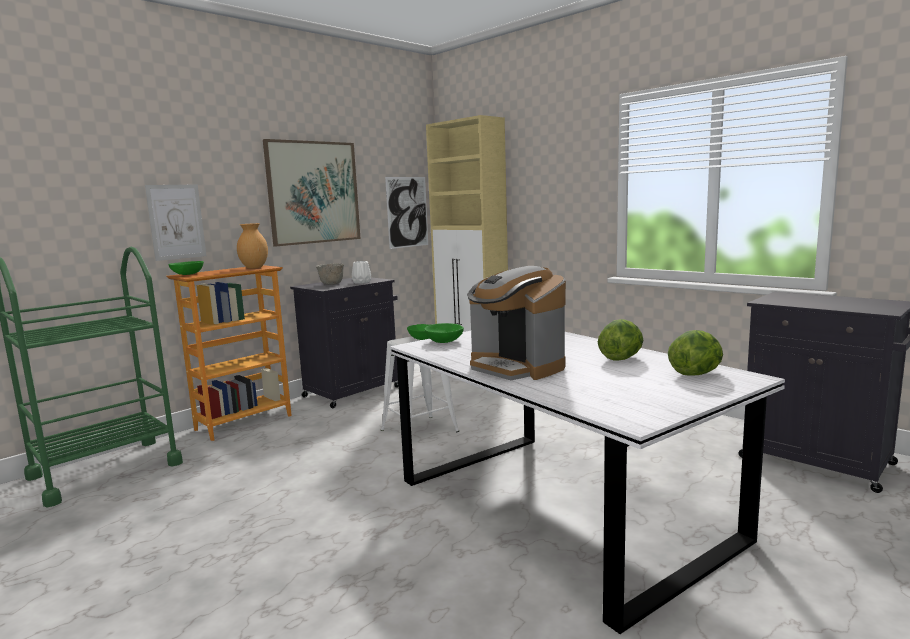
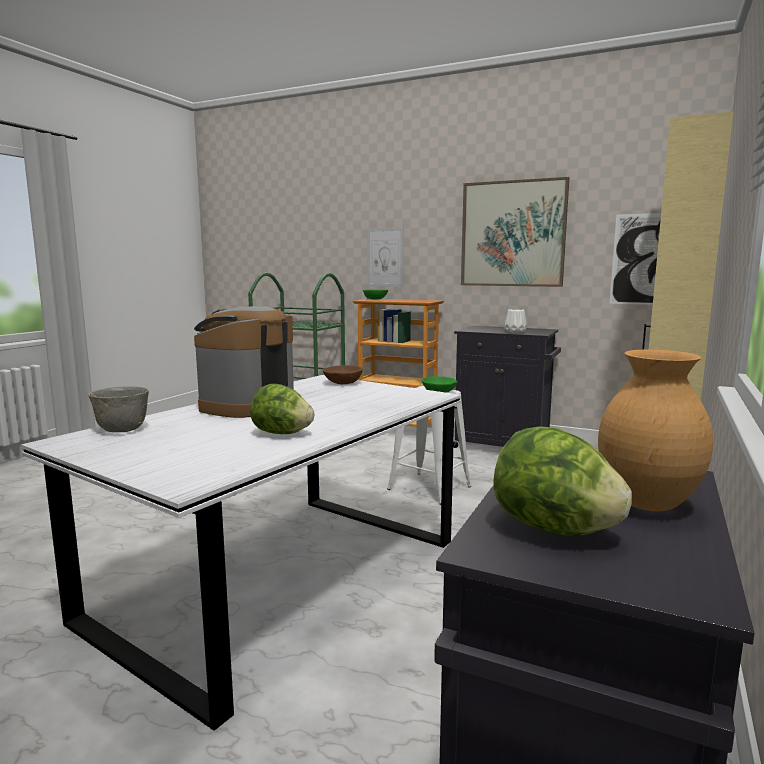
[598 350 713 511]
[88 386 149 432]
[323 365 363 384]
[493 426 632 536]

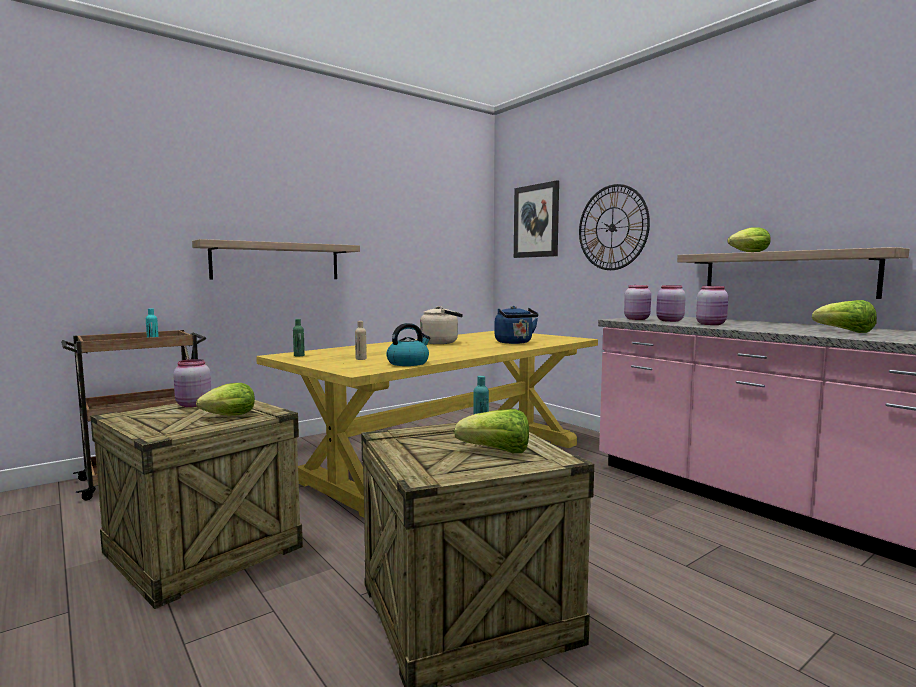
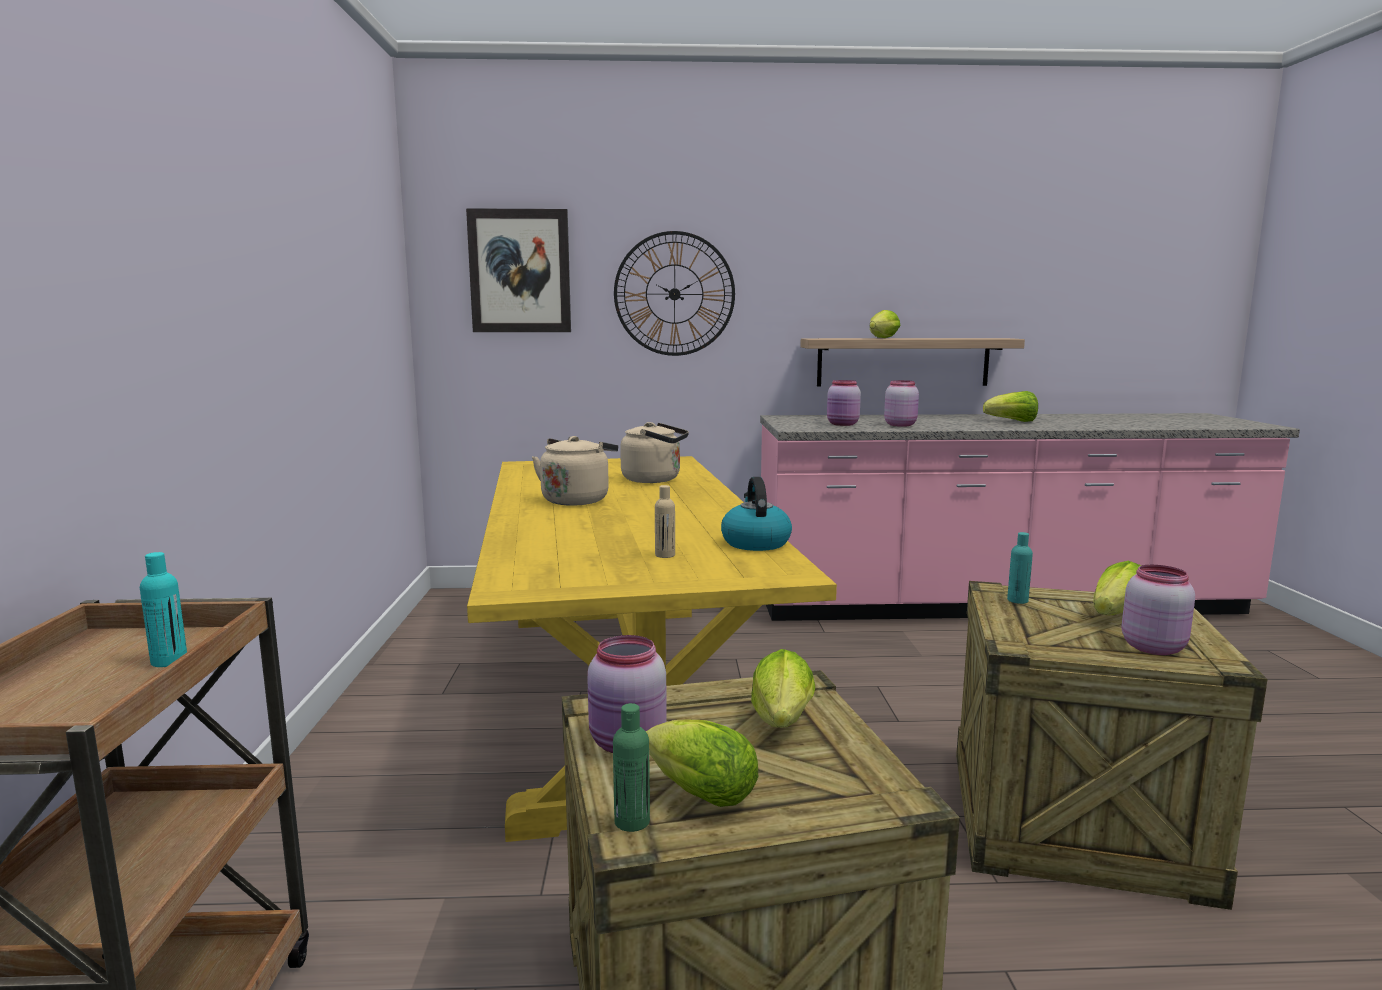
[192 239 360 279] (first image)
[613 703 650 832]
[620 422 689 483]
[1122 565 1195 655]
[646 720 758 807]

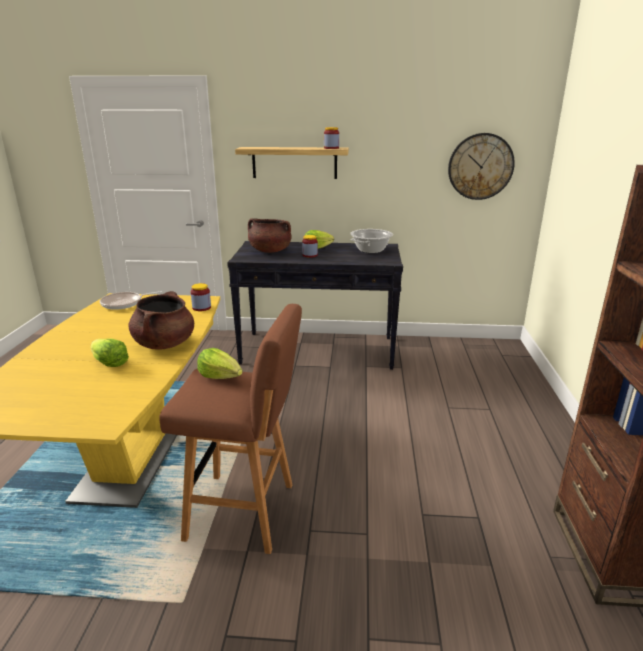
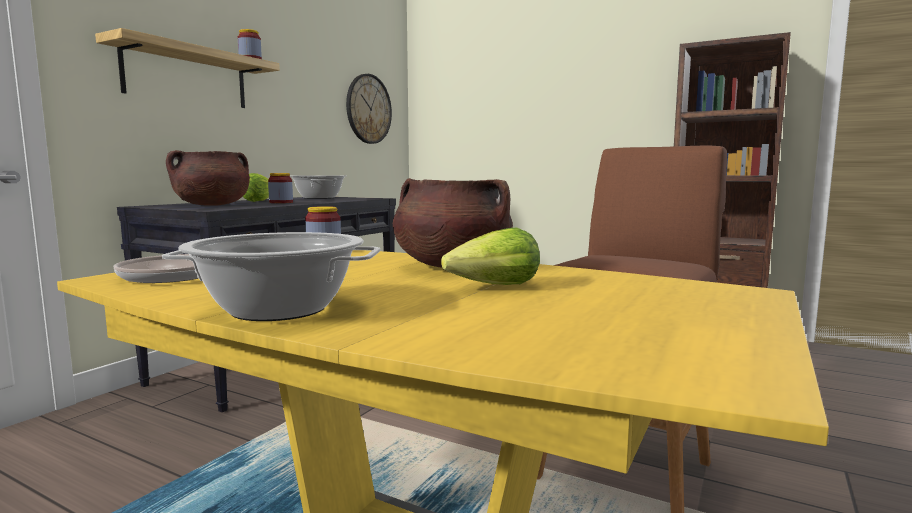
[197 348 242 379] (first image)
[162 232 380 321]

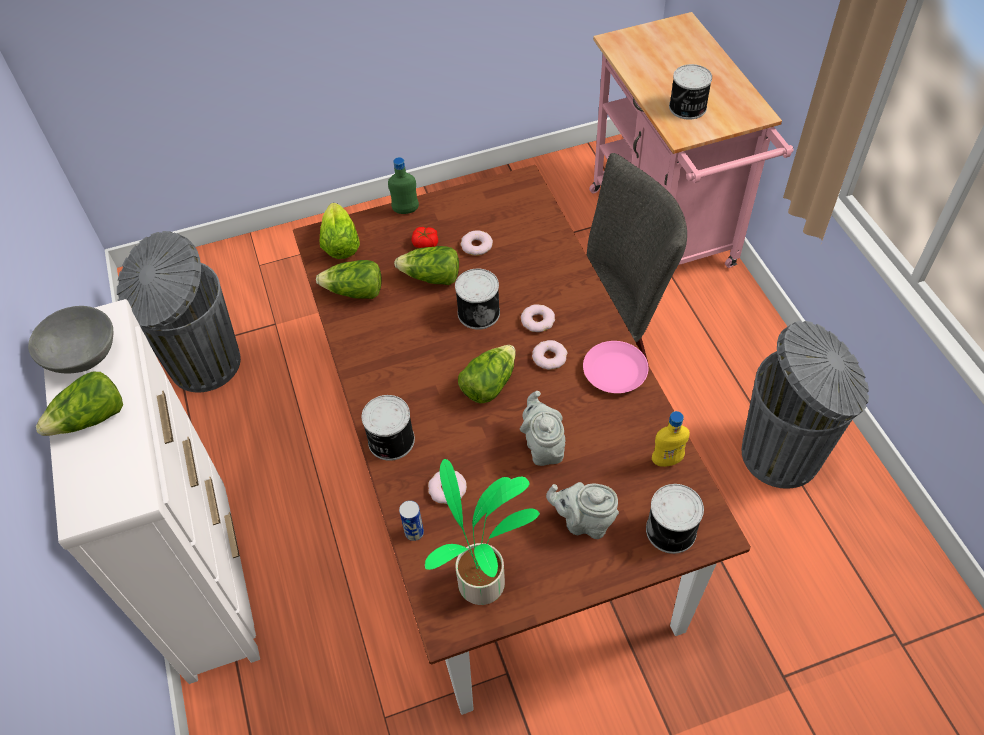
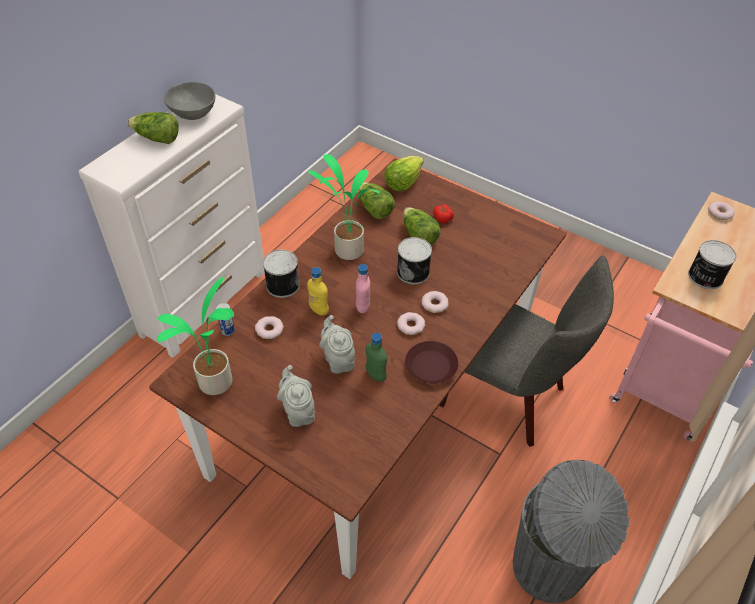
[117 231 241 393] (first image)
[366 333 387 382]
[356 264 370 314]
[708 201 735 220]
[319 315 355 374]
[405 341 459 384]
[646 484 704 554] (first image)
[307 267 329 316]
[308 154 380 260]

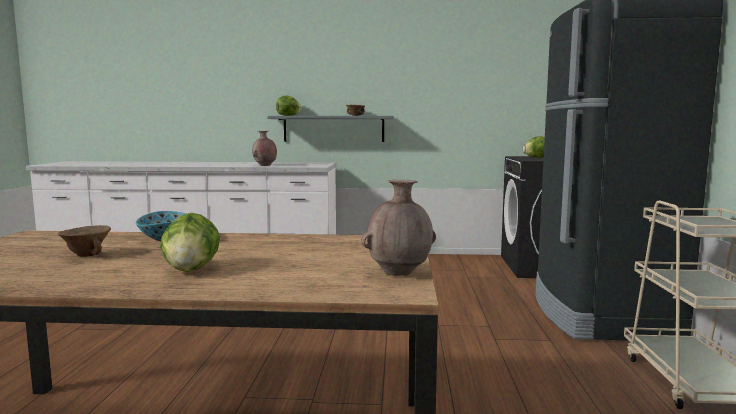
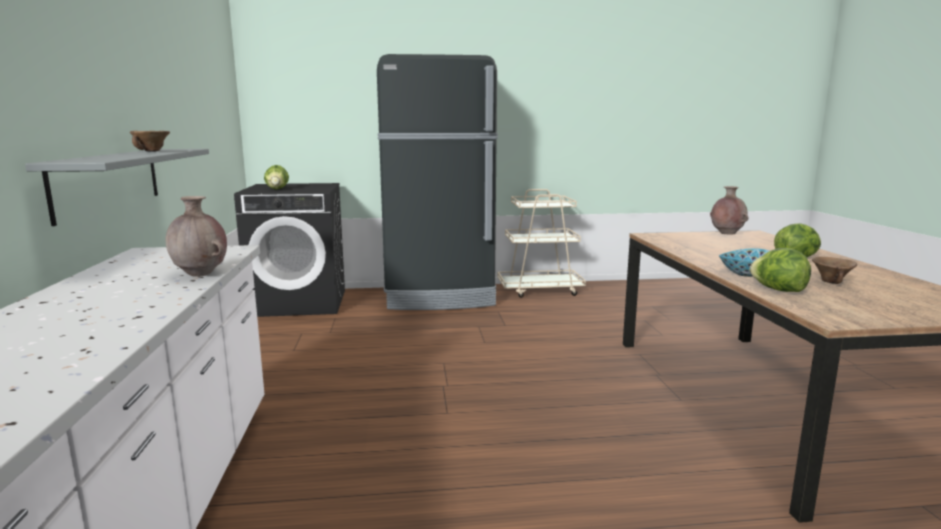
[750 248 811 292]

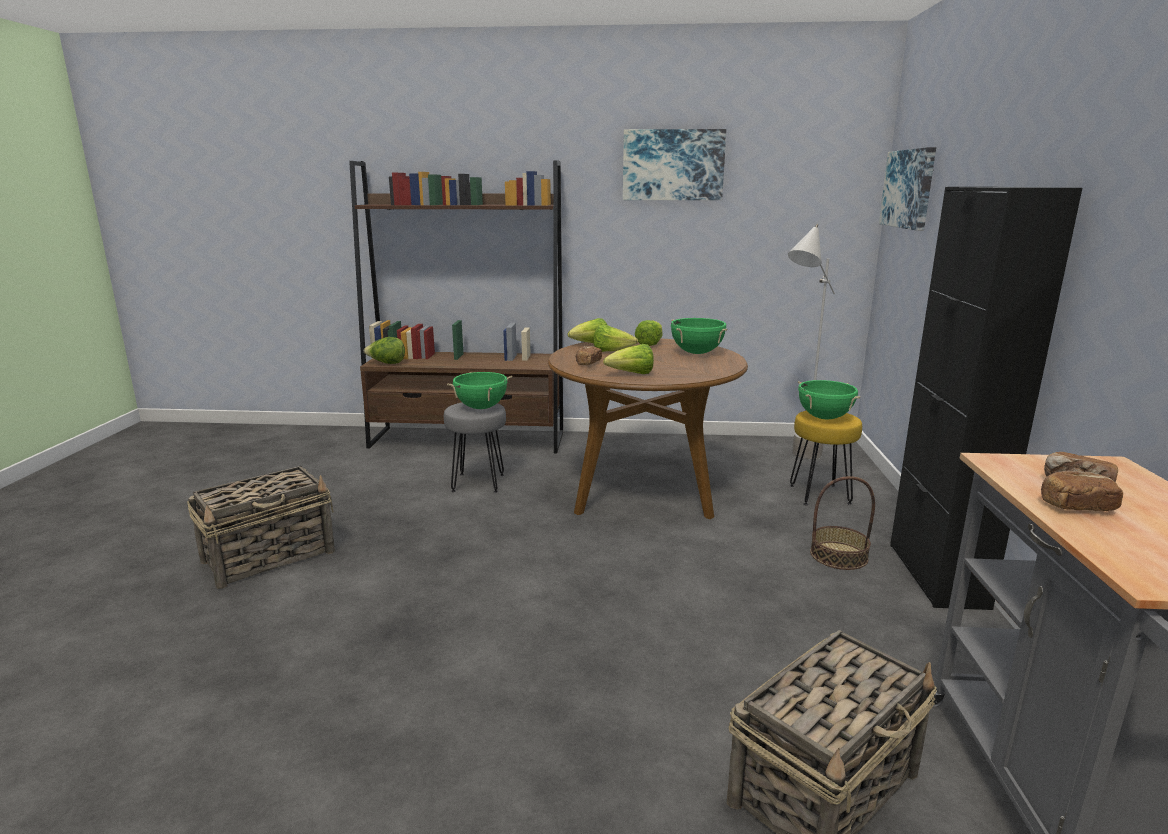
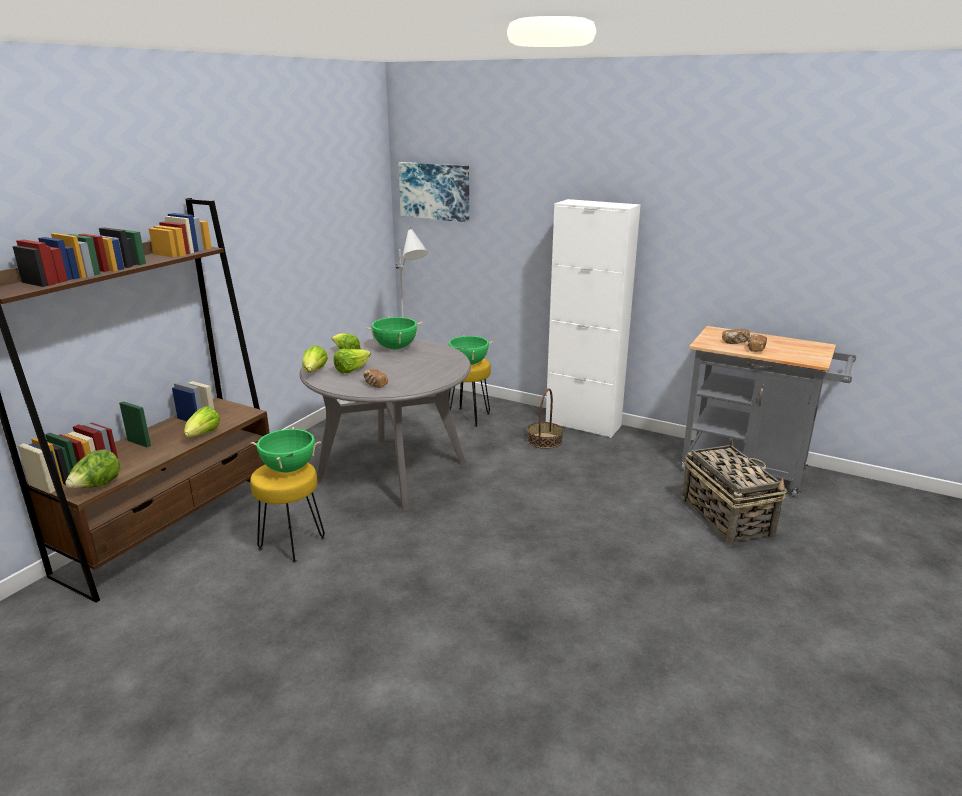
[187 466 335 589] (first image)
[250 462 325 562]
[300 339 471 511]
[184 406 220 437]
[623 129 726 200] (first image)
[546 199 641 438]

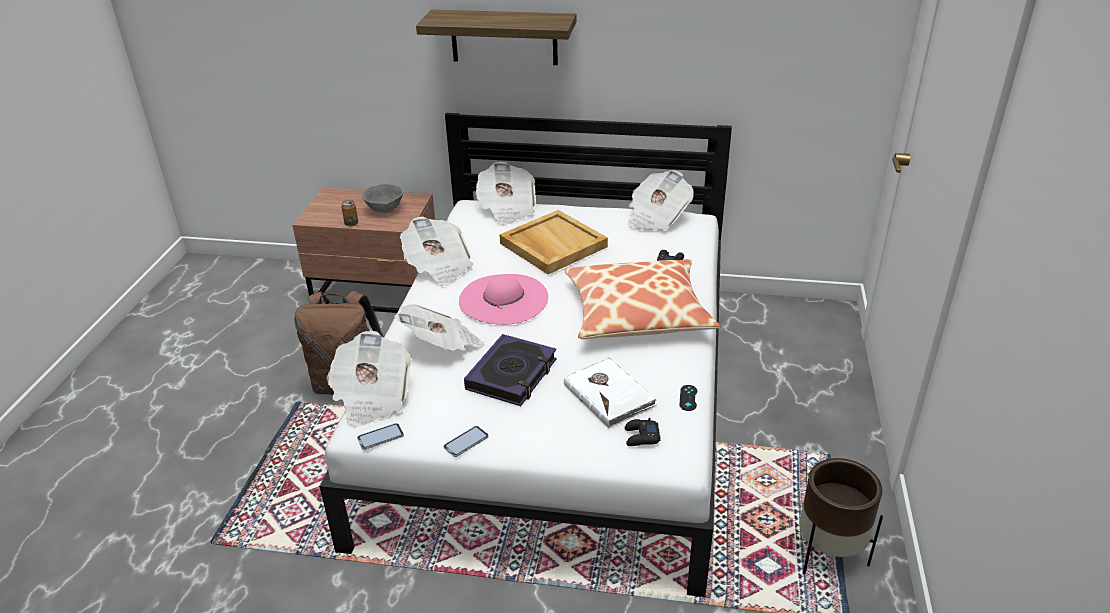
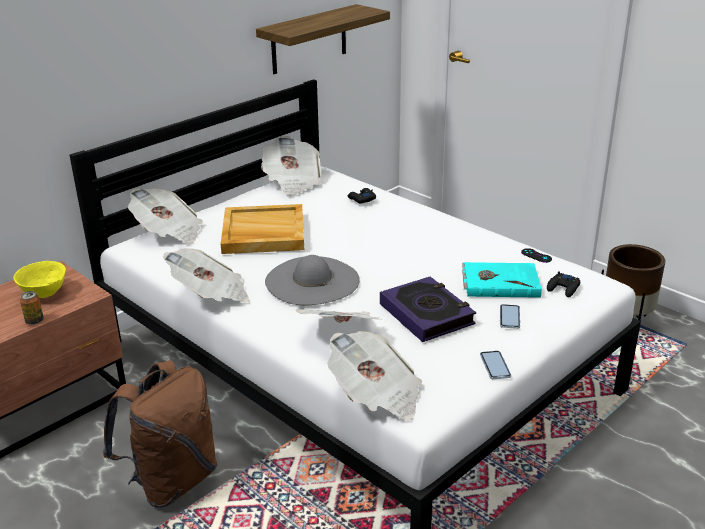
[500 304 520 329]
[13 261 66 298]
[256 4 390 74]
[265 255 360 305]
[462 262 542 298]
[565 259 720 339] (first image)

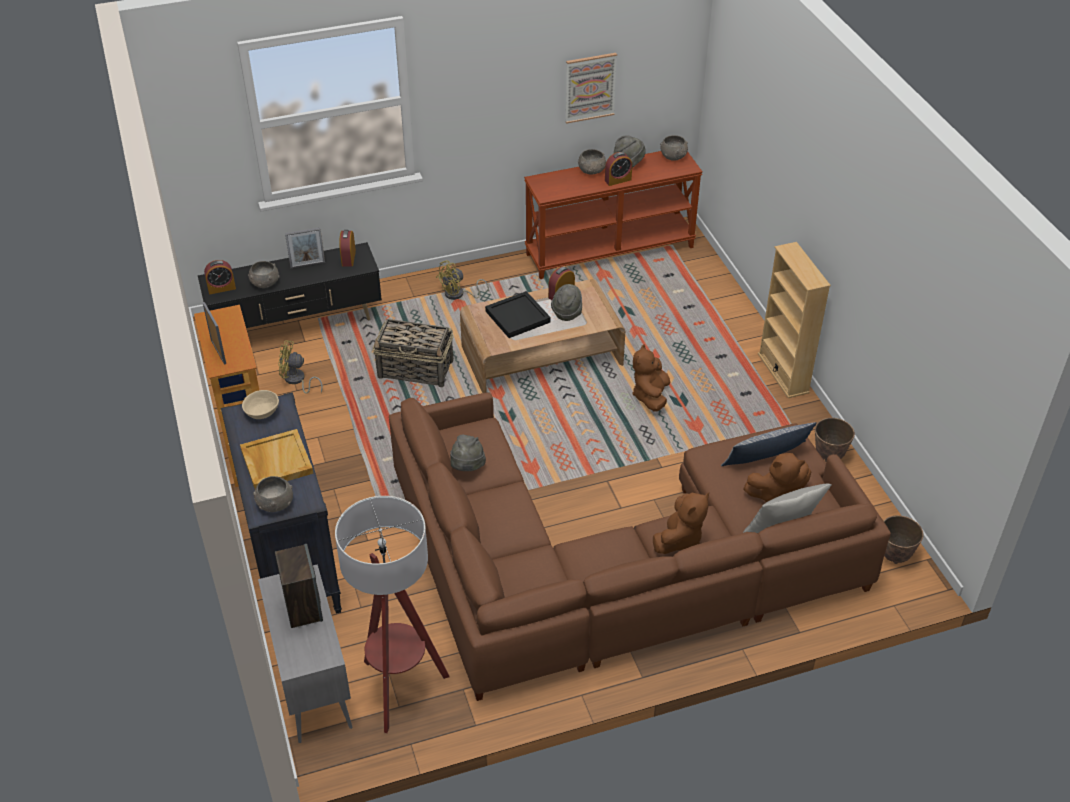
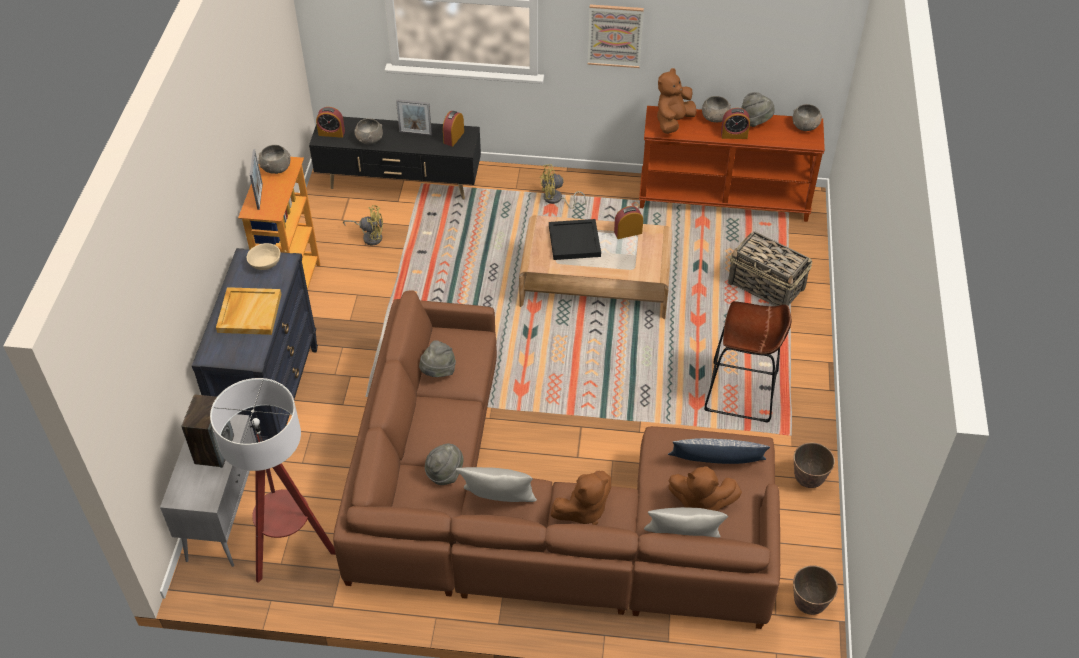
[259 145 290 174]
[343 205 383 245]
[728 231 812 306]
[425 444 464 485]
[588 4 644 68]
[657 68 696 134]
[758 242 831 398] (first image)
[456 467 537 502]
[704 301 791 423]

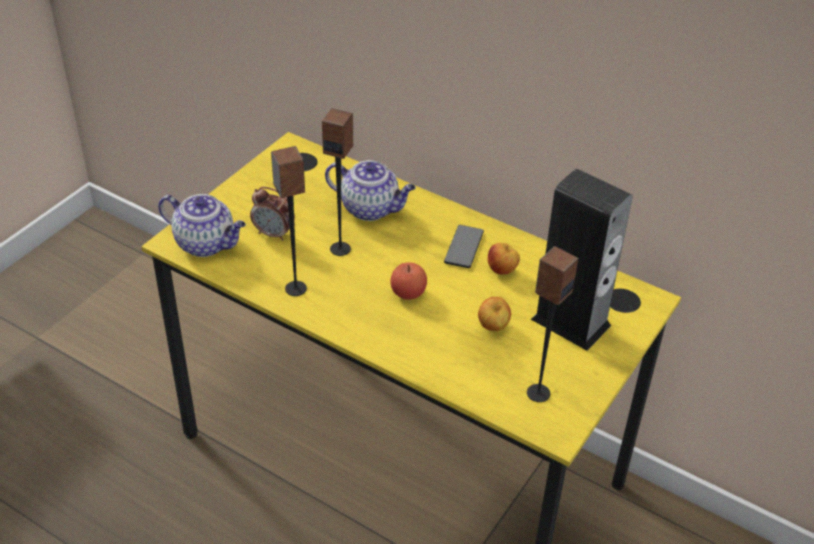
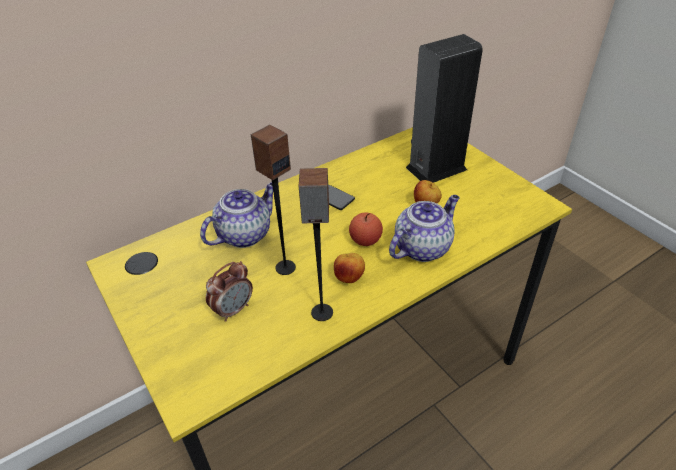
[389 195 460 262]
[334 253 365 283]
[527 246 578 402] (first image)

